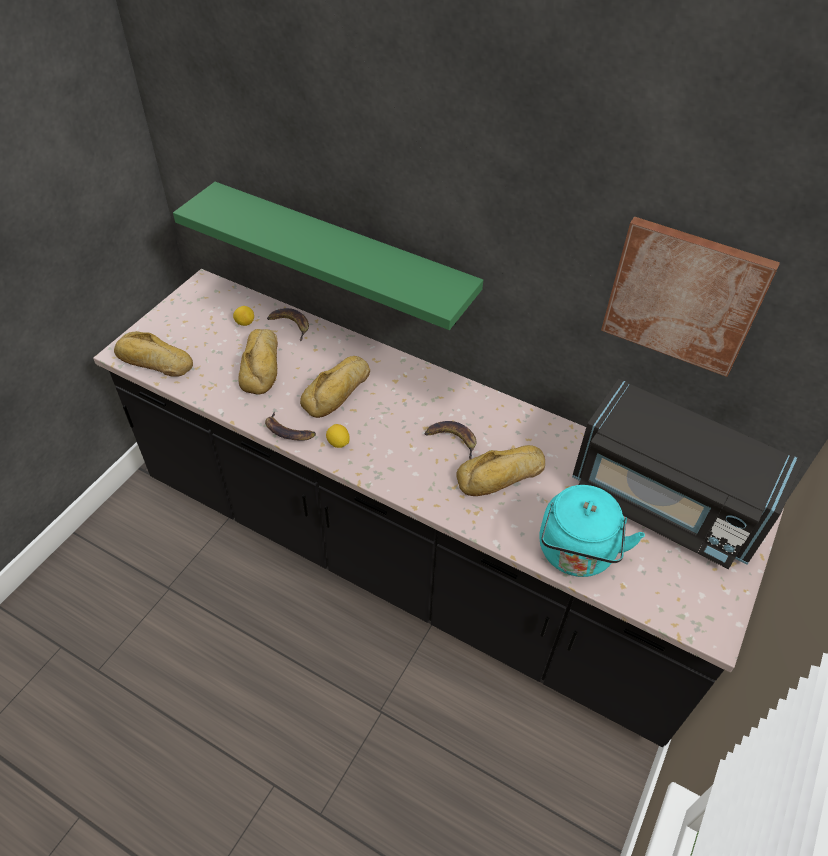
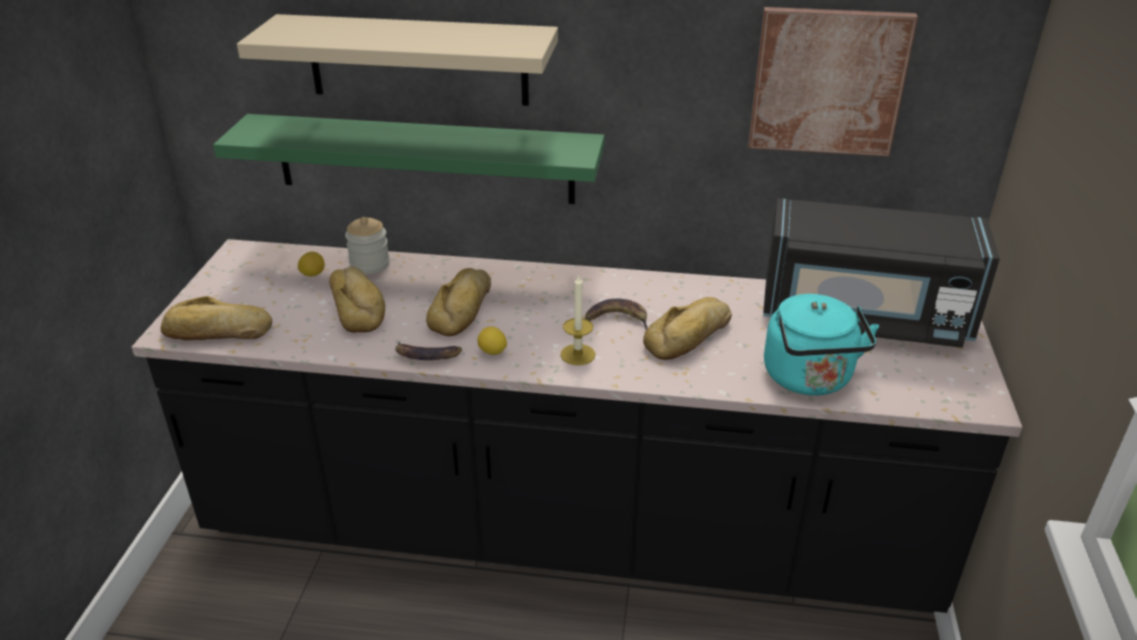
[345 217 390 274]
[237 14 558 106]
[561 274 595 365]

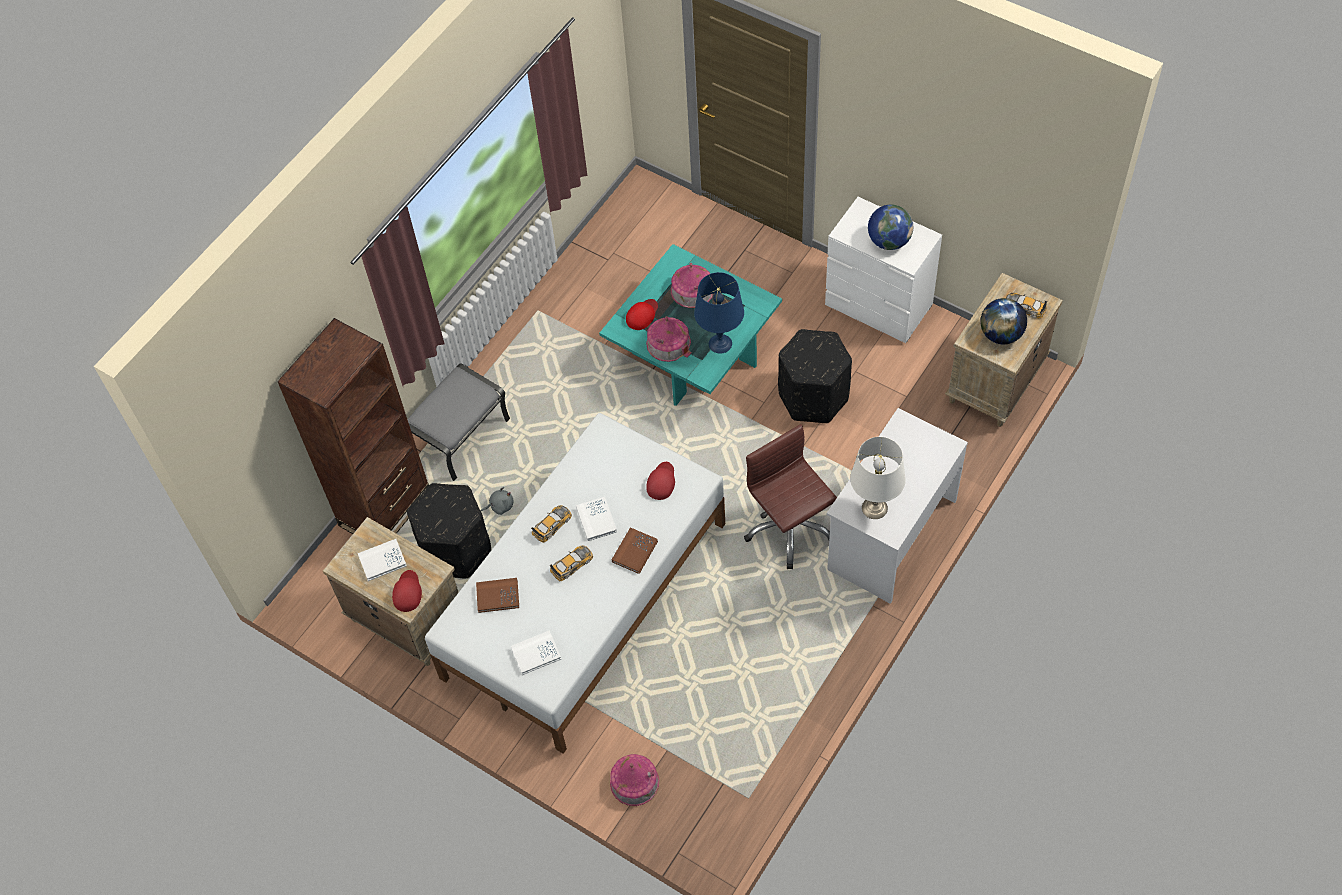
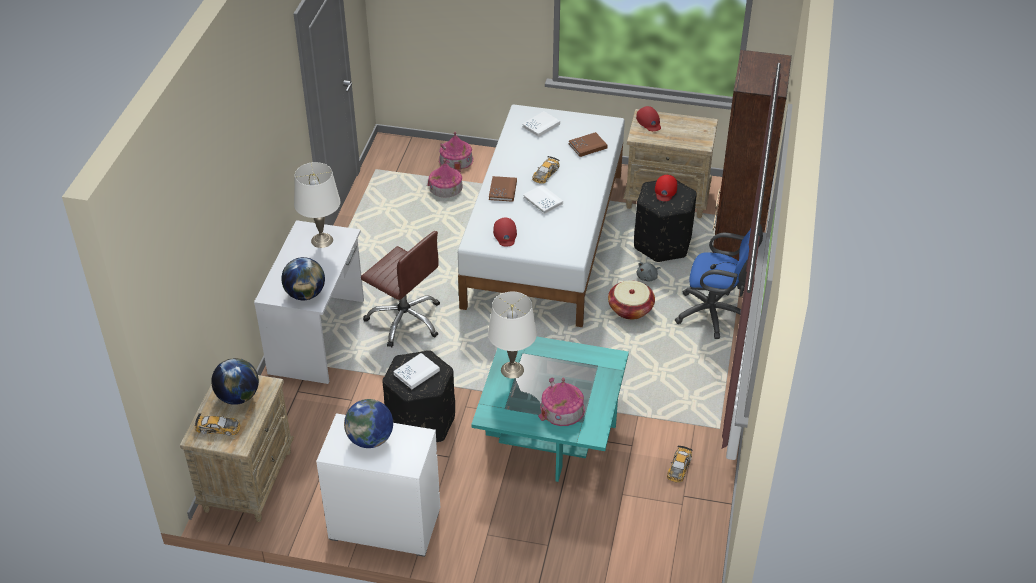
[393 353 440 389]
[675 224 763 339]
[667 446 693 483]
[655 175 677 201]
[426 159 463 198]
[488 292 537 379]
[281 257 325 300]
[608 280 655 320]

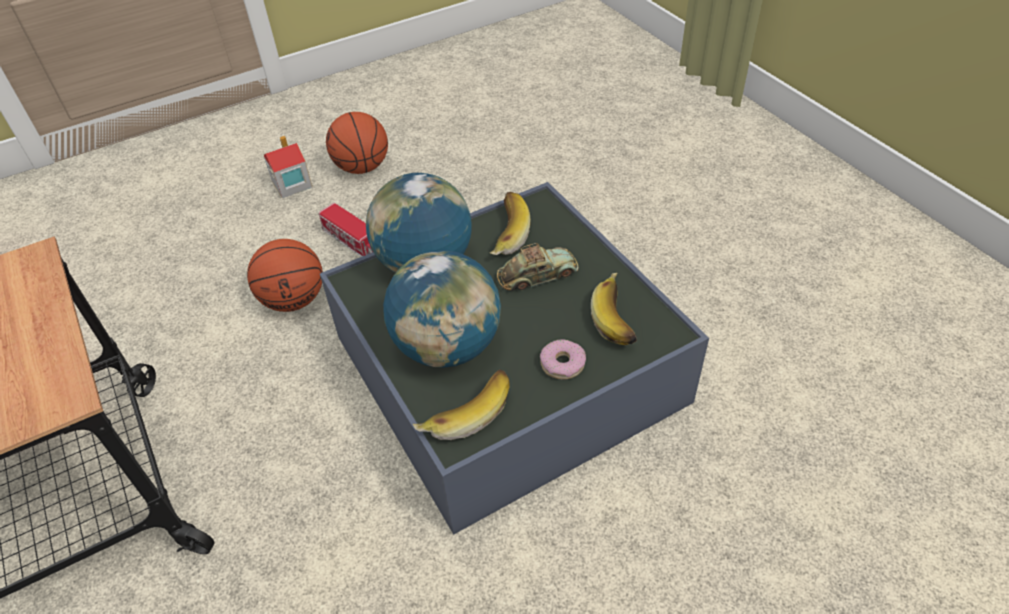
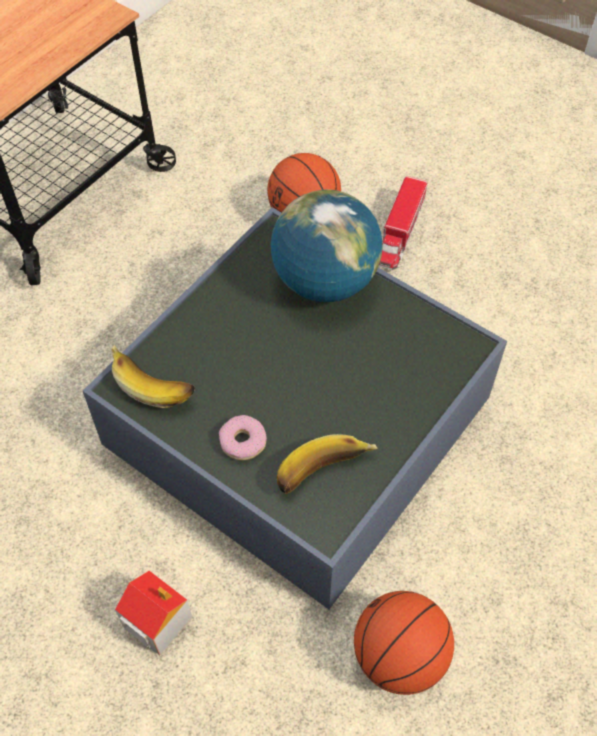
[115 570 192 655]
[354 591 454 695]
[383 250 501 367] (first image)
[490 192 531 255] (first image)
[497 243 578 291] (first image)

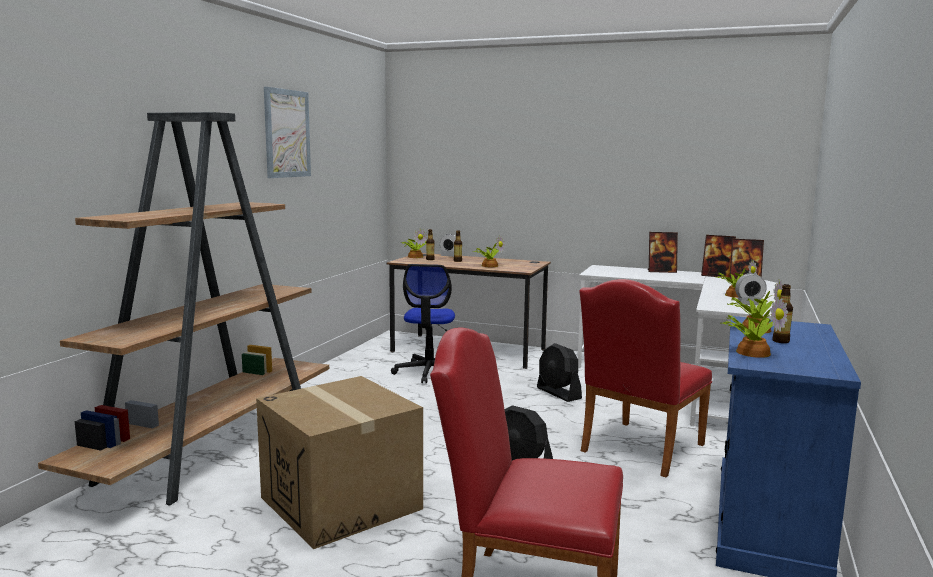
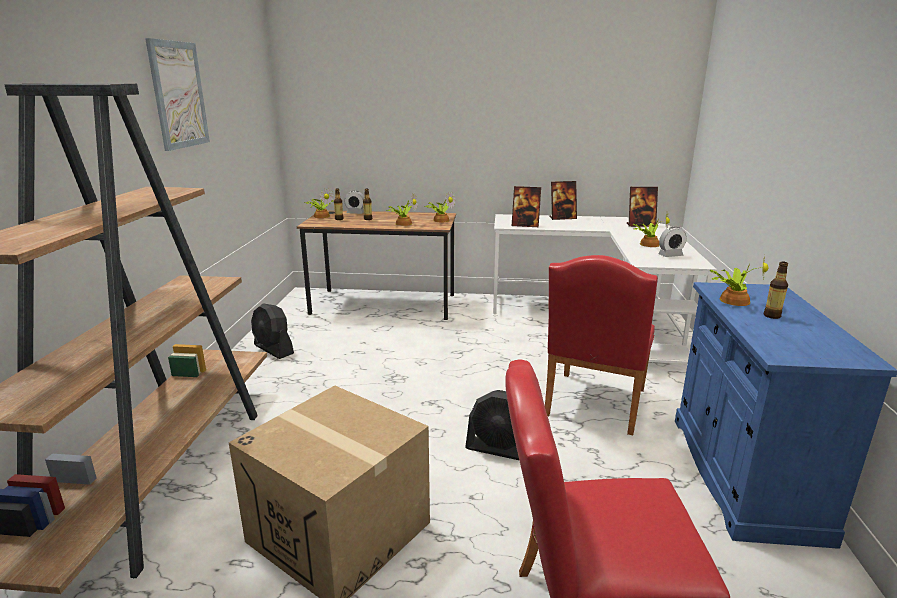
[391 264 455 383] (first image)
[251 303 294 359]
[512 186 541 227]
[424 191 456 222]

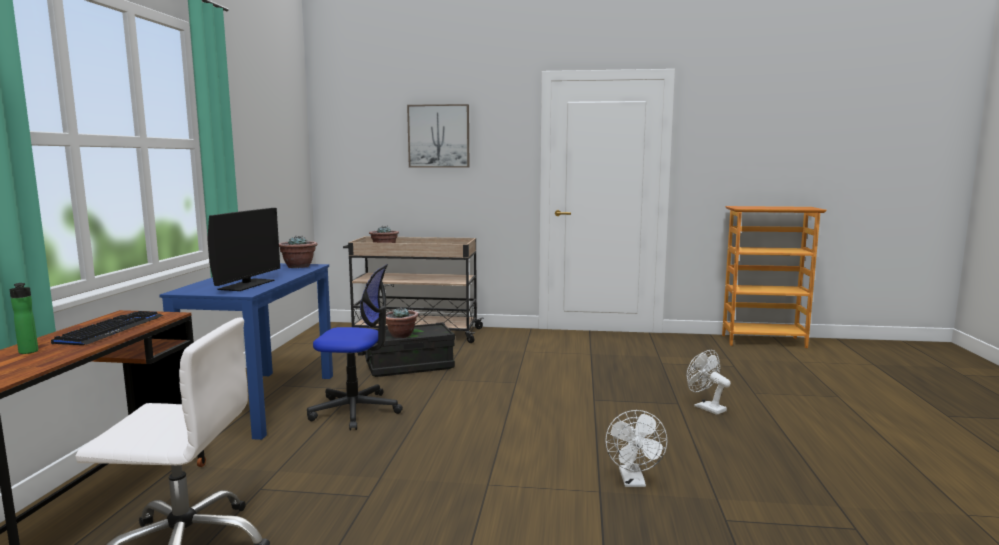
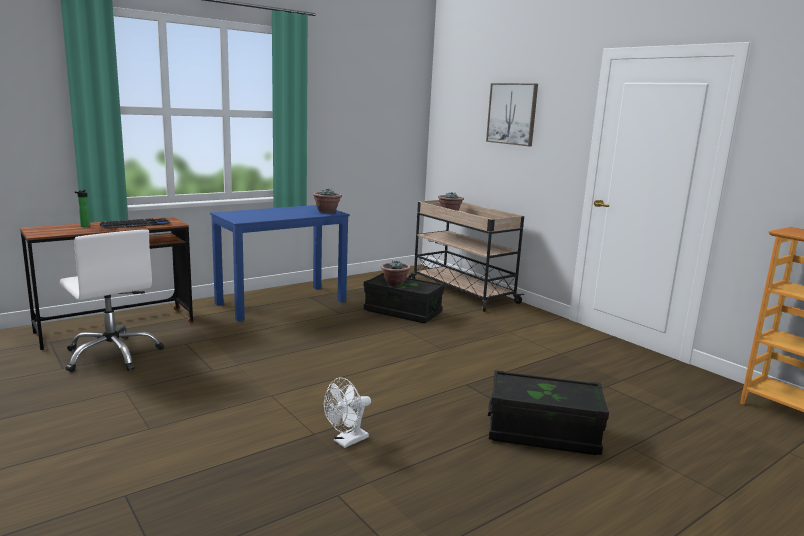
[207 208 280 291] (first image)
[307 264 403 431] (first image)
[488 370 609 455]

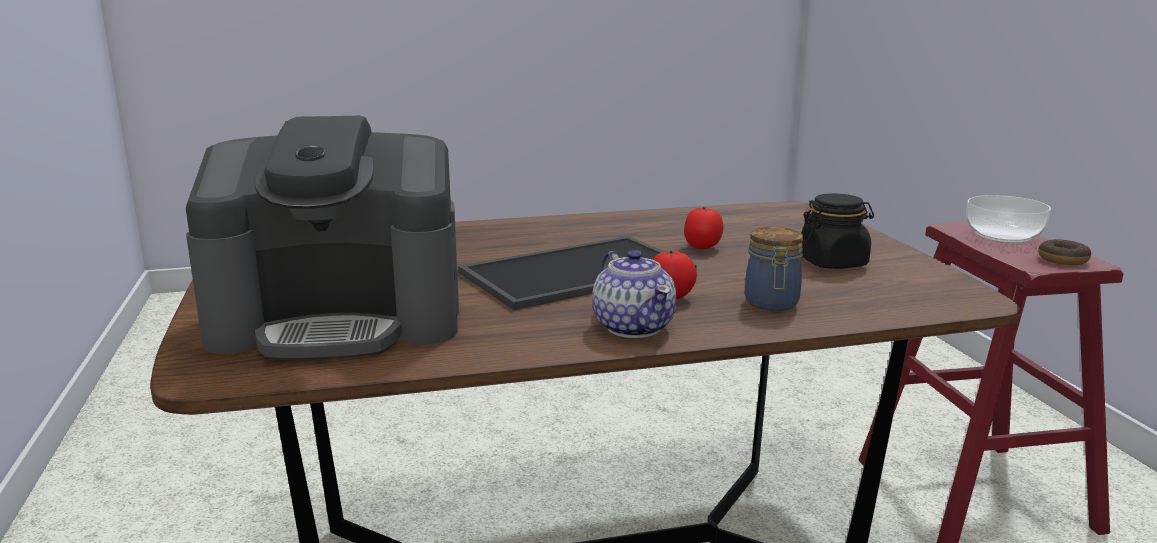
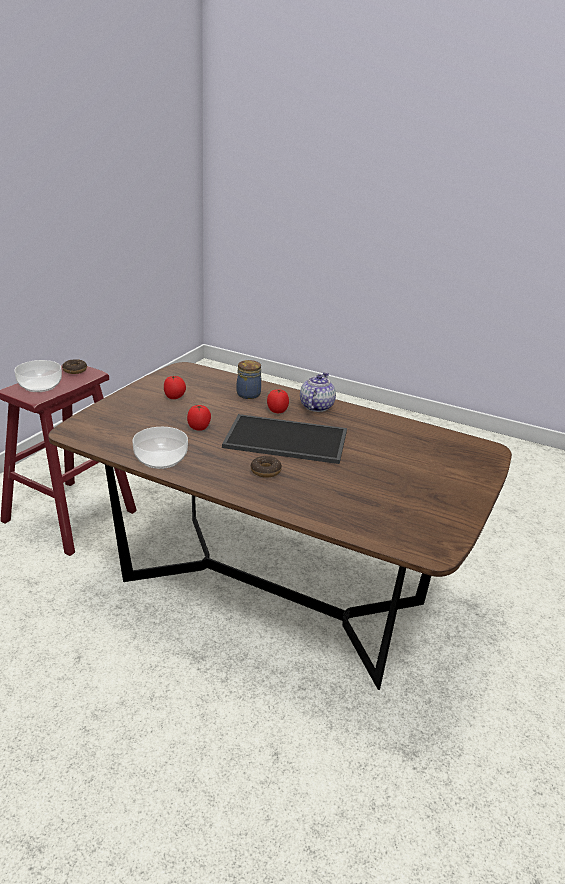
[186 116 459 360] (first image)
[164 376 186 399]
[133 427 188 469]
[251 456 282 478]

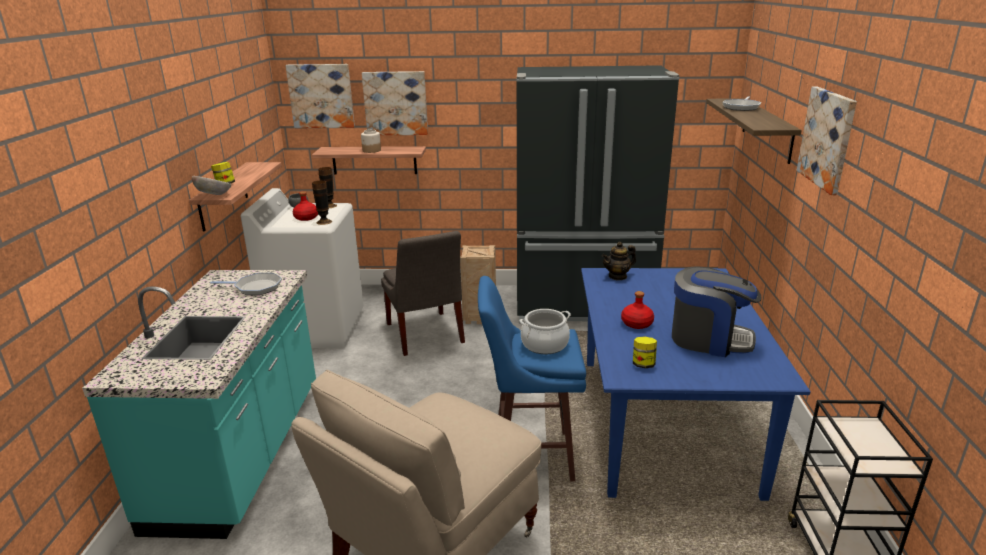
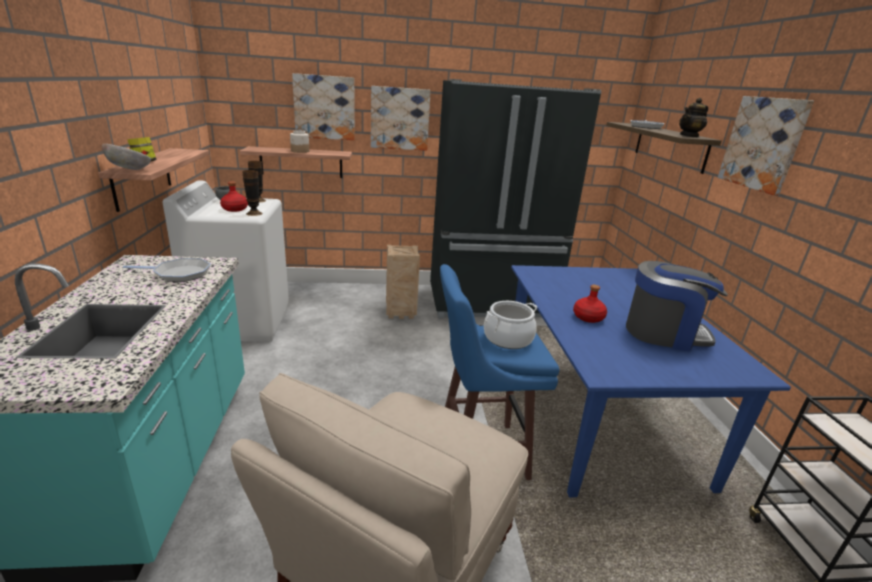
[371 86 431 151]
[381 231 465 356] (first image)
[679 98 708 137]
[633 337 657 368] (first image)

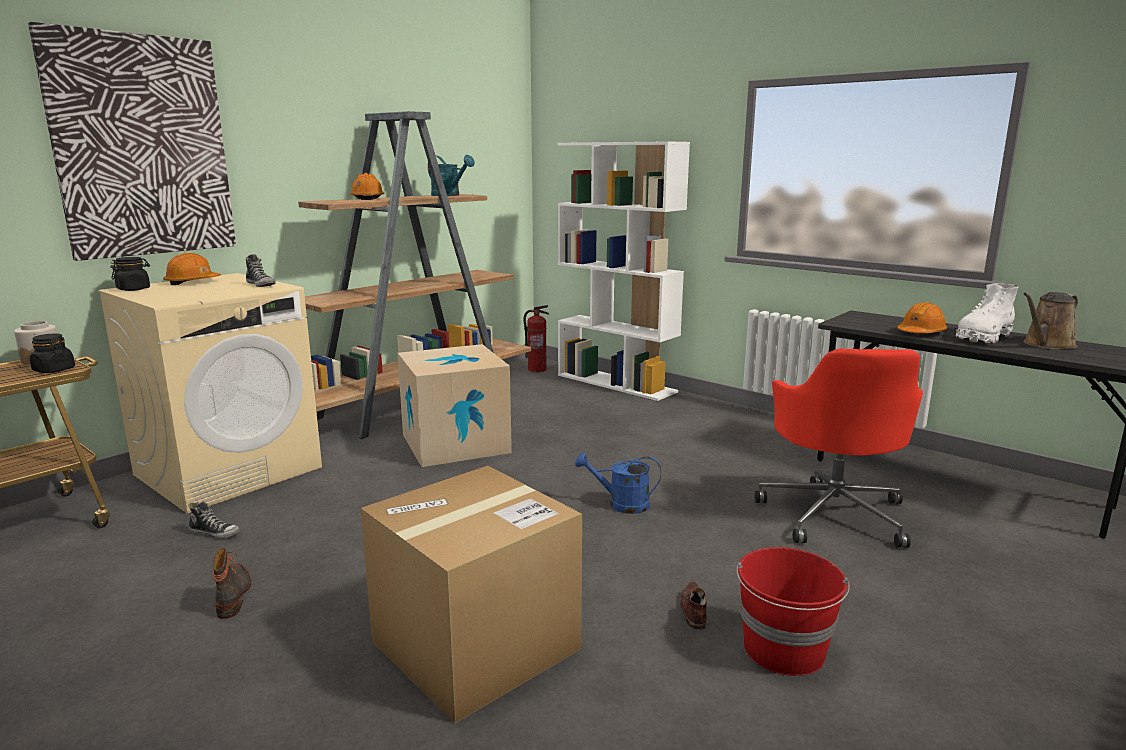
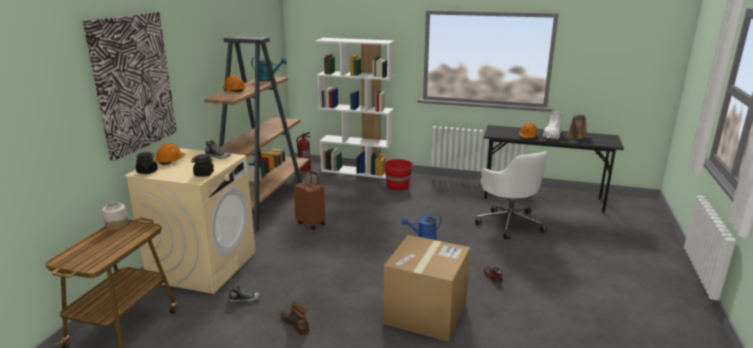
[191 154 214 177]
[293 171 325 230]
[384 159 413 191]
[475 151 549 240]

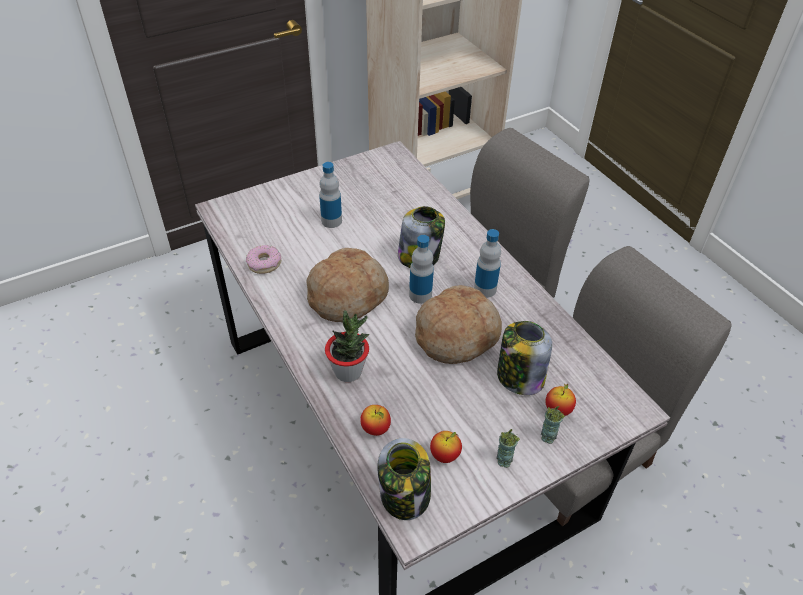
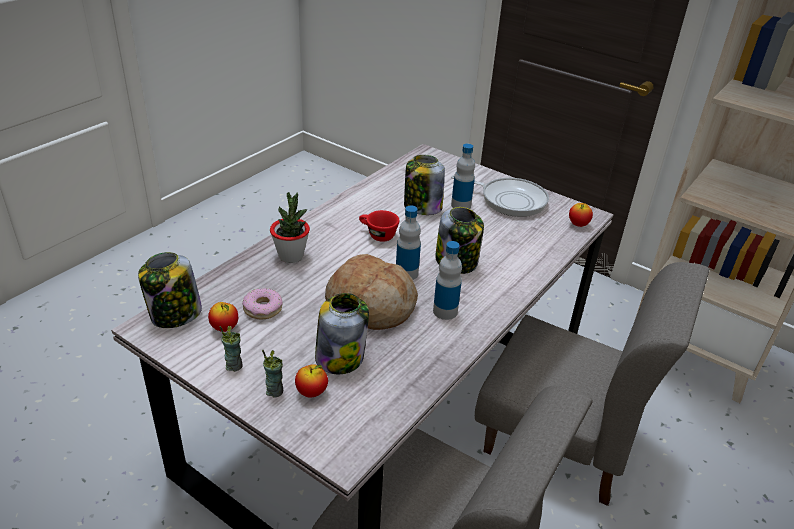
[242 288 283 319]
[359 210 399 242]
[569 203 593 227]
[404 155 445 215]
[451 175 549 217]

